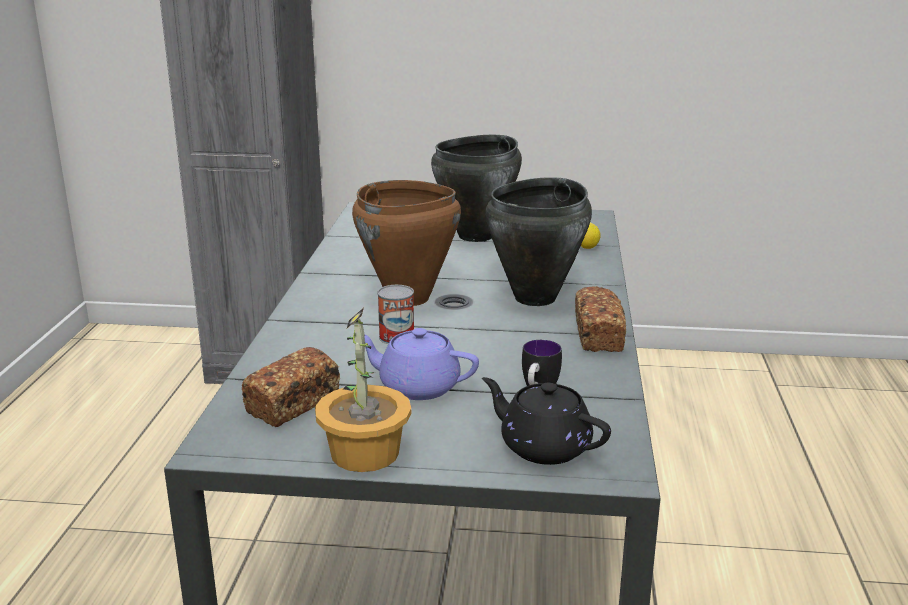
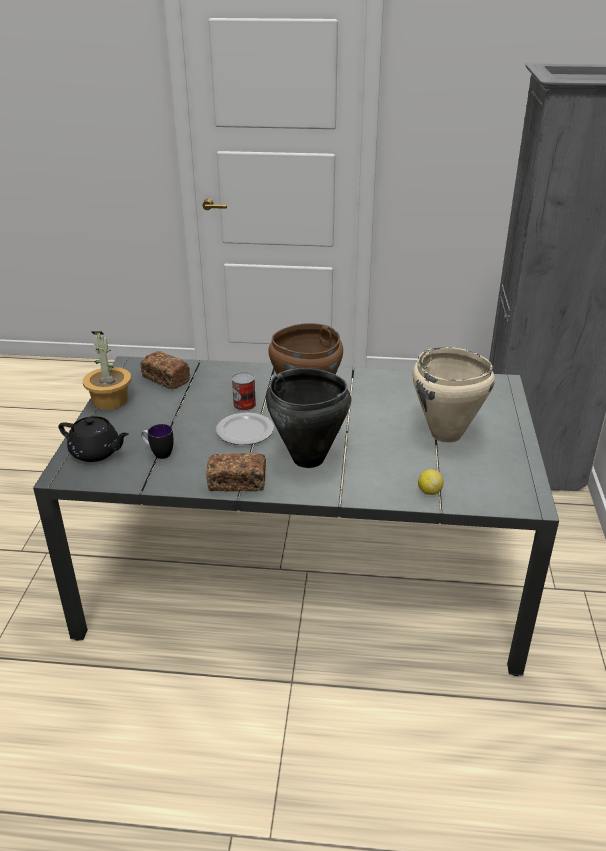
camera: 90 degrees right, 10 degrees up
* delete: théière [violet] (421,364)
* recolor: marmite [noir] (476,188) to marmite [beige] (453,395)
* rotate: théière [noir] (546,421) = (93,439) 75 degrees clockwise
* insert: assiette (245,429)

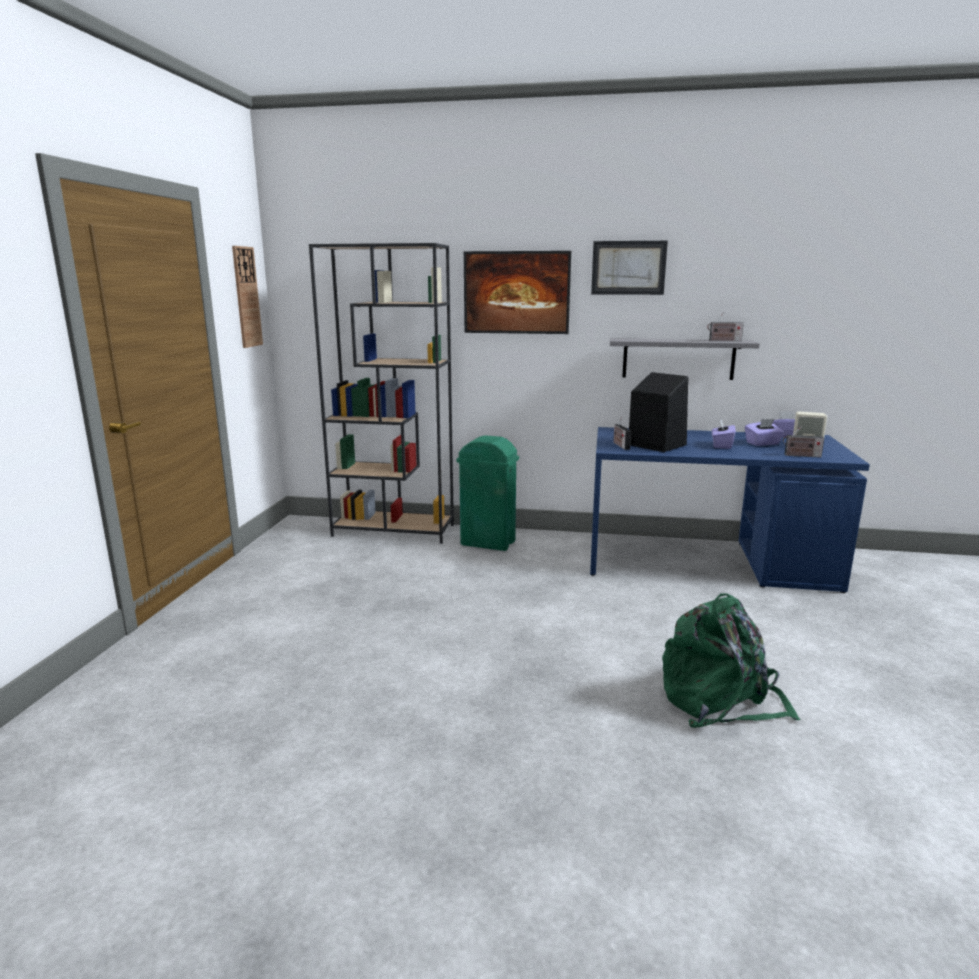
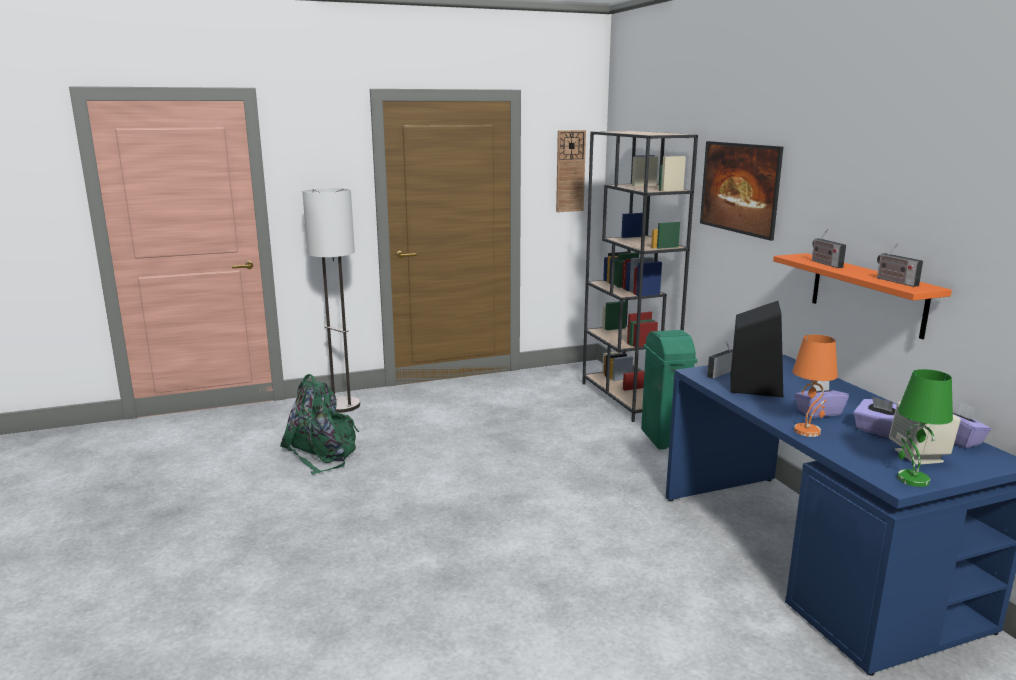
camera: 60 degrees right, 0 degrees up
* delete: tableau (629,268)
* recolor: étagère [gris] (685,359) to étagère [orange] (862,296)
* move: sac à dos [vert] (731,661) to (319,424)
* move: radio (803,442) to (829,248)
* insert: lampadaire (331,300)
* insert: lampe de table [orange] (815,385)
* insert: lampe de table [vert] (925,428)

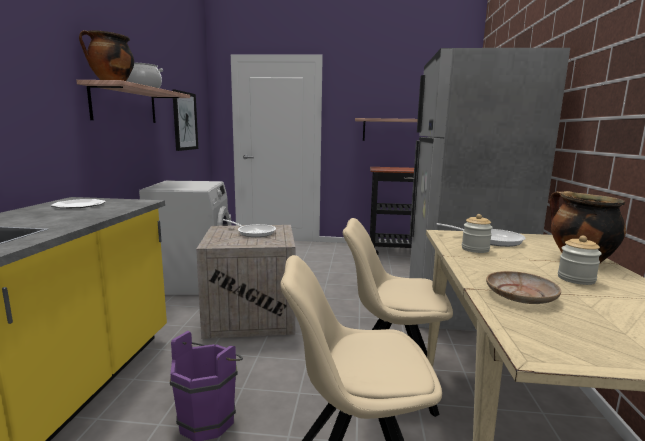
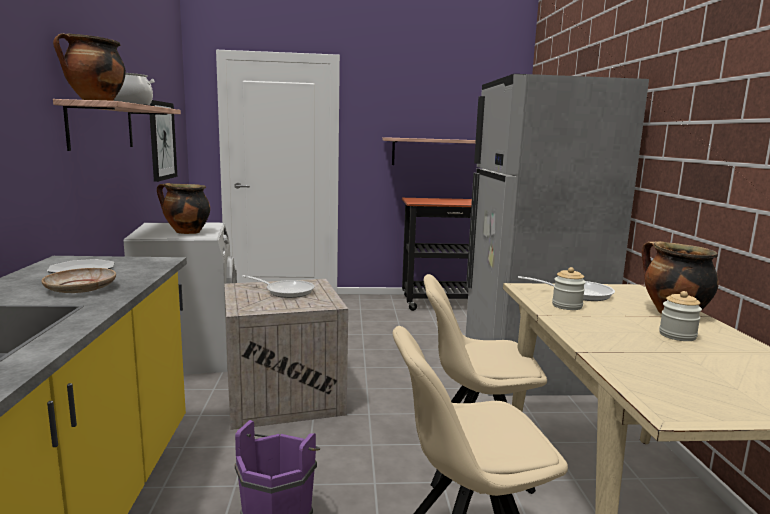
camera: 10 degrees left, 0 degrees up
* move: assiette [beige] (523,287) to (79,280)
* insert: marmite (183,208)

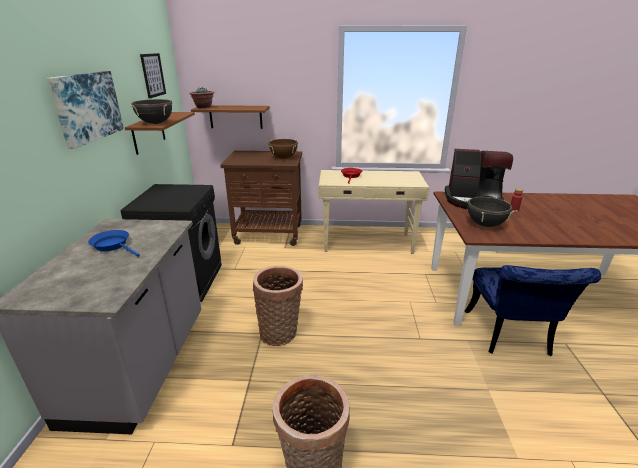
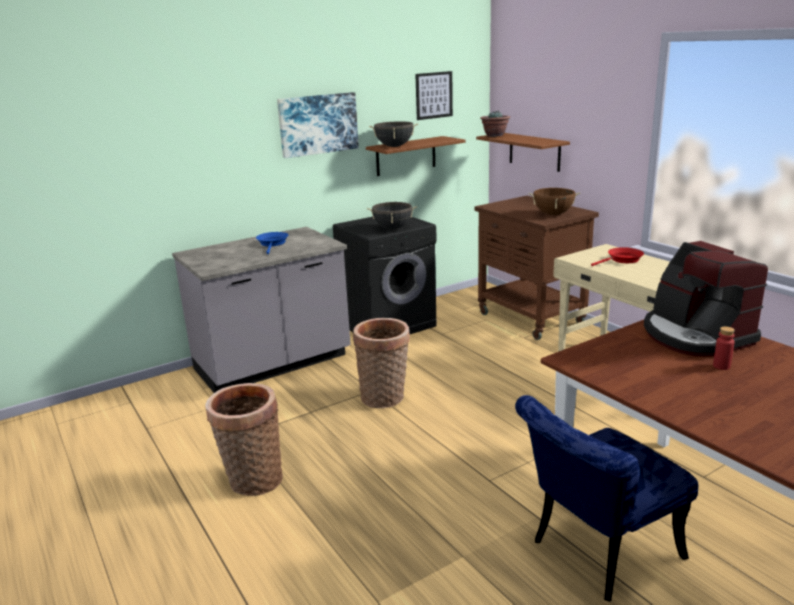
camera: 55 degrees right, 5 degrees down
* move: marmite [noir] (490,212) to (392,215)

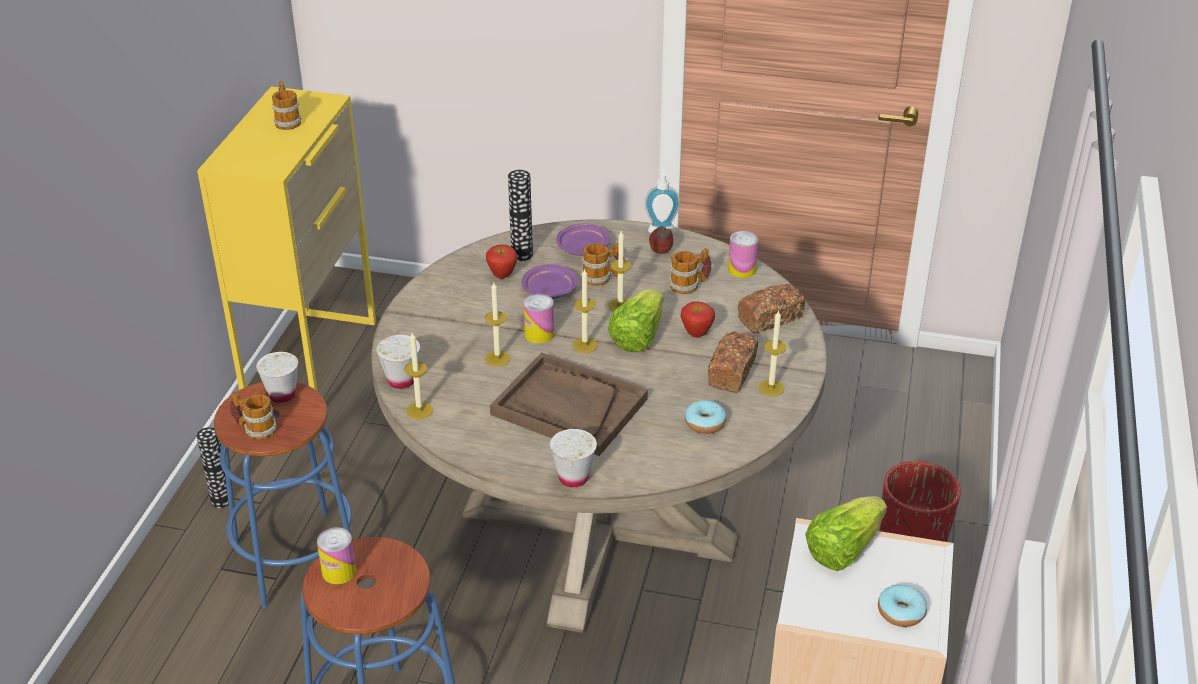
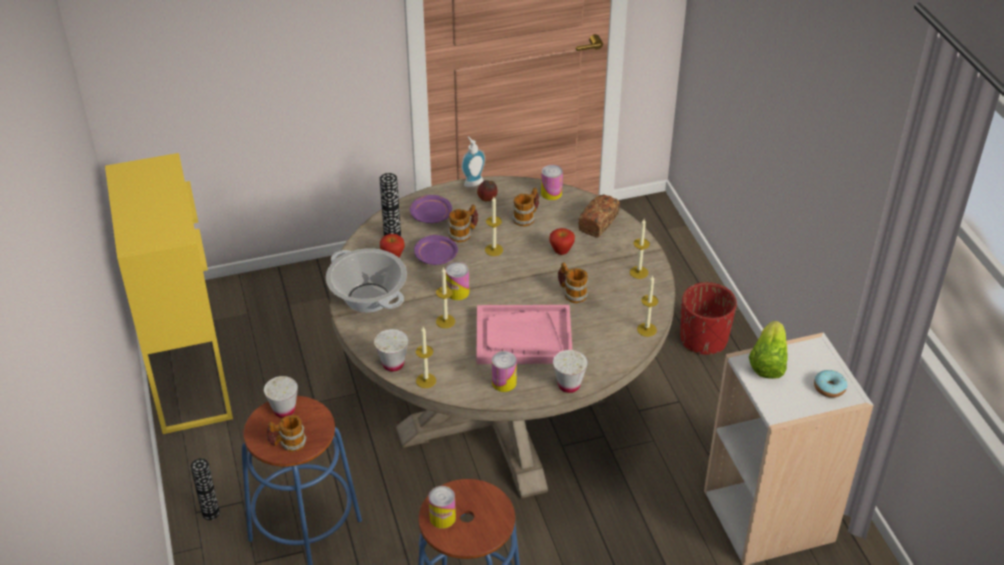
camera: 30 degrees left, 5 degrees up
* move: mug (286,105) to (573,282)
* recolor: plateau [marron] (569,404) to plateau [rose] (524,334)
* move: bougie (585,310) to (647,306)
* delete: laitue (636,320)
* delete: beignet (705,417)
* delete: pain (732,362)
* insert: marmite (366,280)
* insert: boîte métallique (504,371)

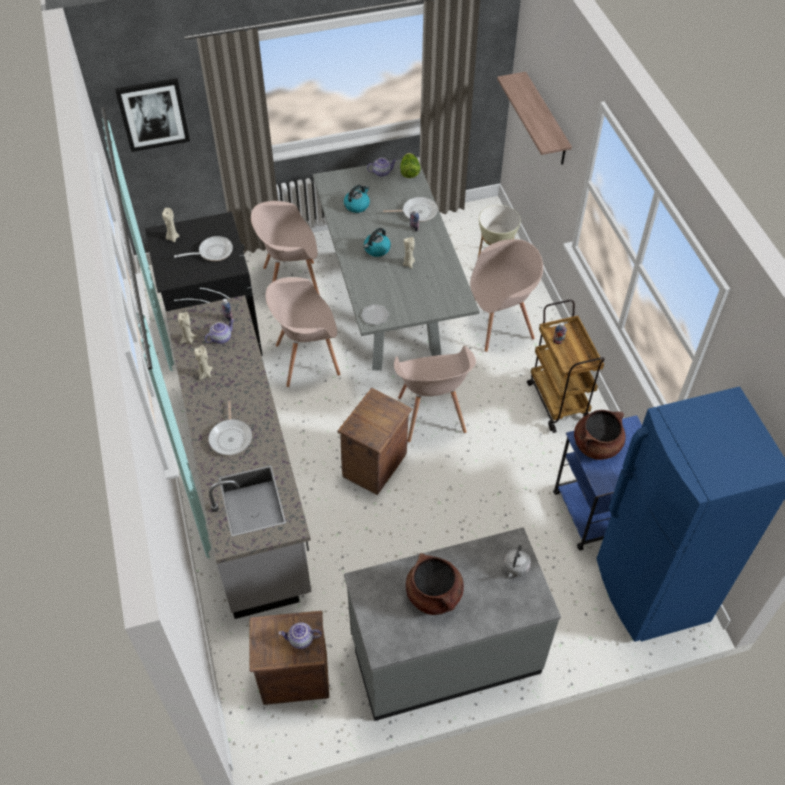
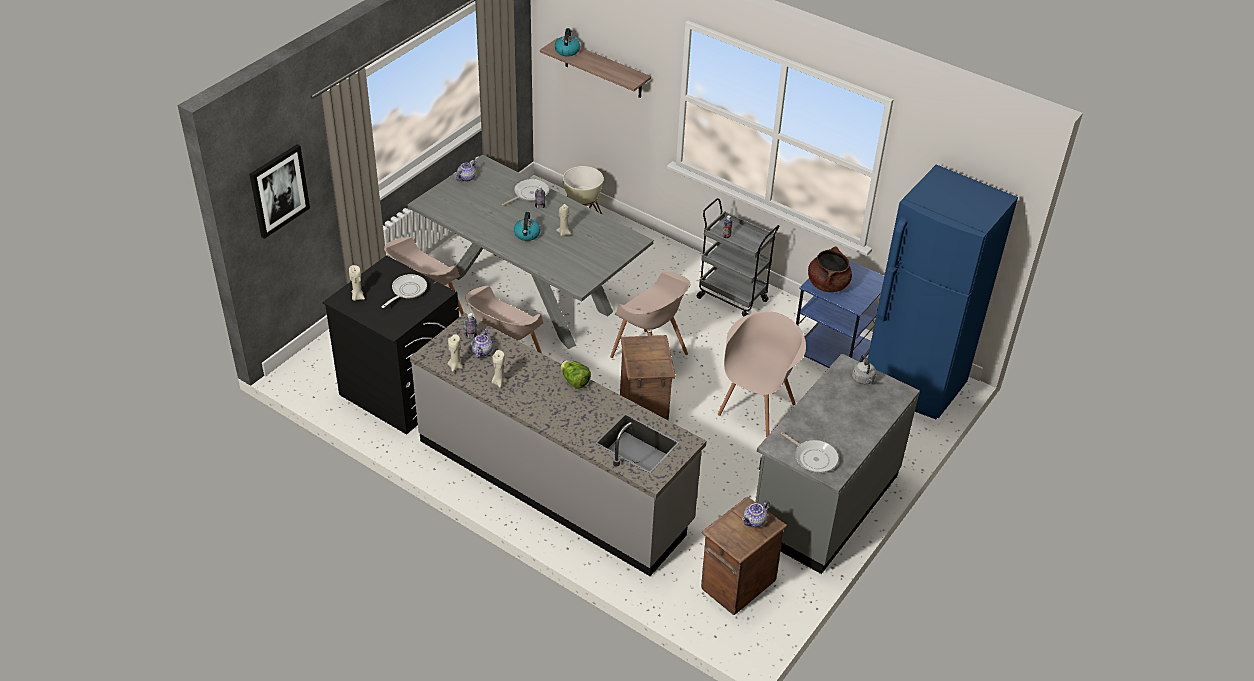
camera: 40 degrees left, 10 degrees down
* move: poêle (230,428) to (809,452)
* move: bouilloire (357,199) to (567,42)
* delete: assiette (375,314)
* move: laitue (410,165) to (576,374)
* delete: marmite [marron] (435,584)
* move: chaise [beige] (506,295) to (762,374)
* recolor: chariot [marron] (566,366) to chariot [gris] (738,257)

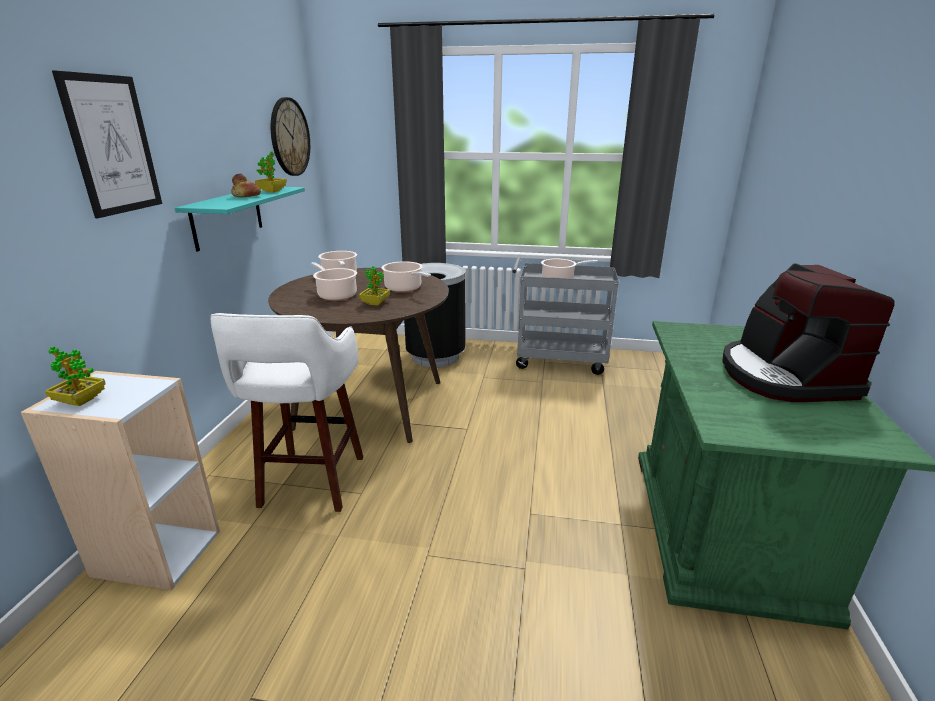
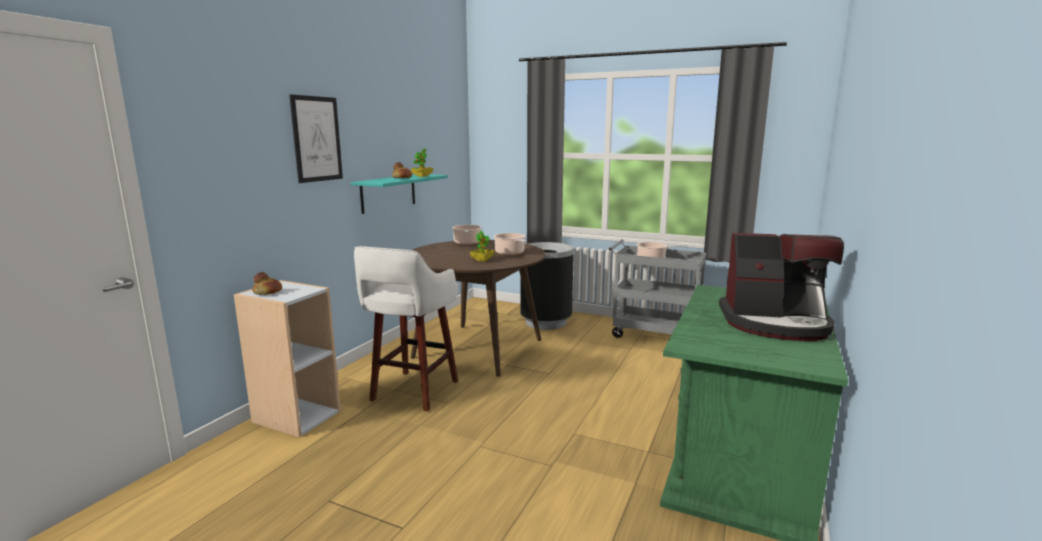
camera: 15 degrees right, 10 degrees down
* replace: plante en pot (75,376) to pain (267,283)
* delete: horloge murale (290,136)
* delete: marmite (334,281)
* rotate: machine à café (808,332) = (781,287) 90 degrees counterclockwise

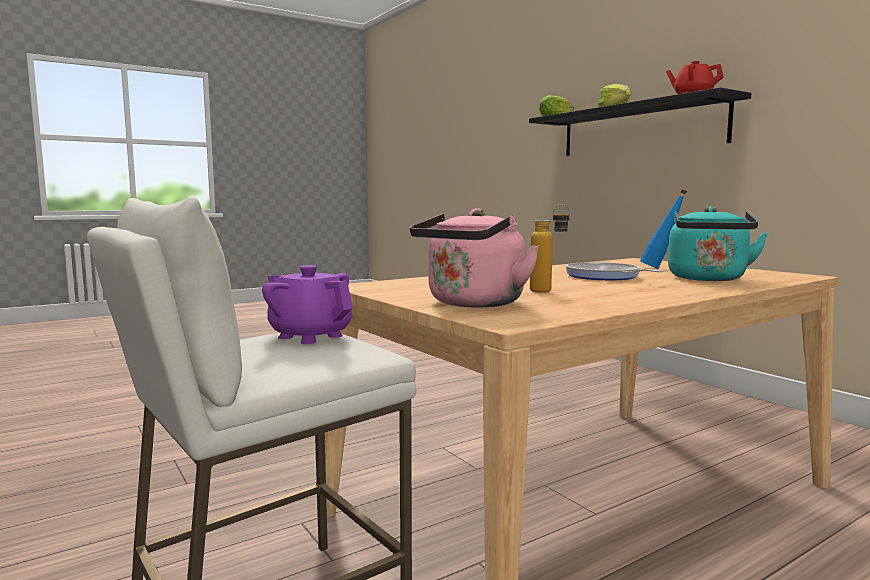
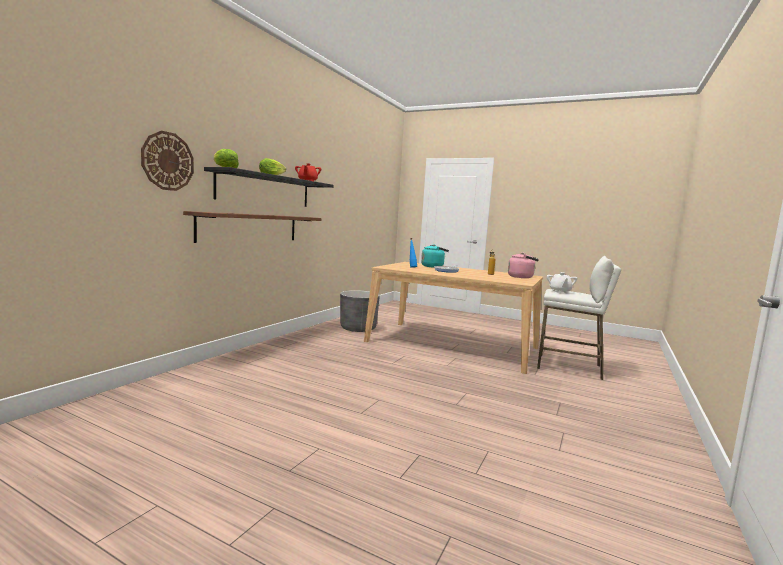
camera: 120 degrees left, 0 degrees up
* recolor: théière [violet] (307,304) to théière [blanc] (562,282)
* insert: horloge murale (167,161)
* insert: étagère [marron] (252,227)
* insert: cache-pot [gris] (360,311)

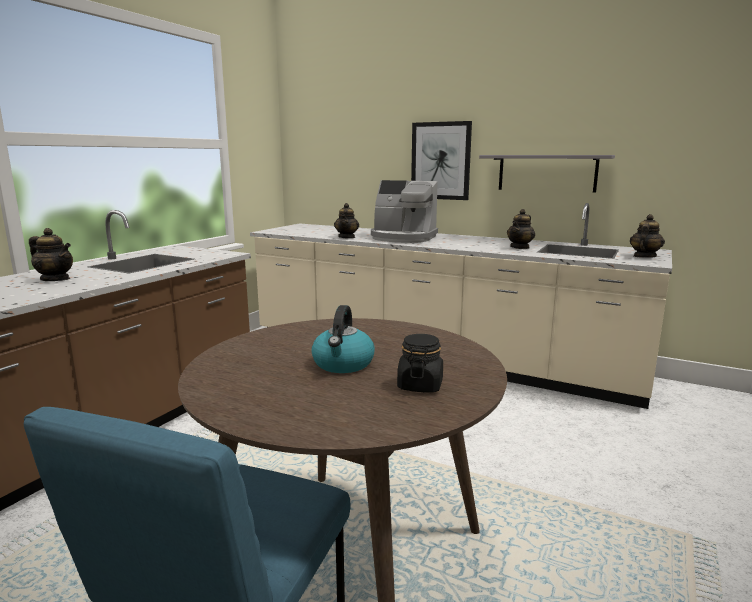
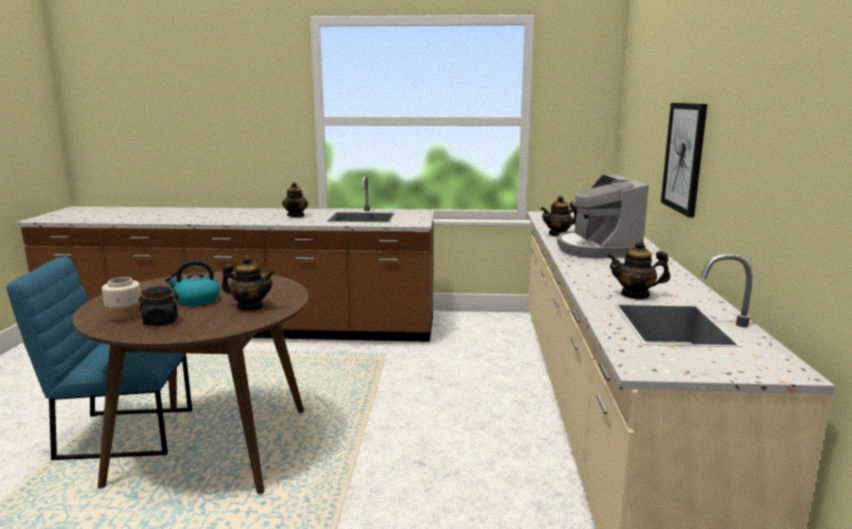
camera: 65 degrees right, 0 degrees up
* delete: étagère [gris] (547,173)
* move: théière (647,236) to (248,283)
* insert: bocal (122,299)

